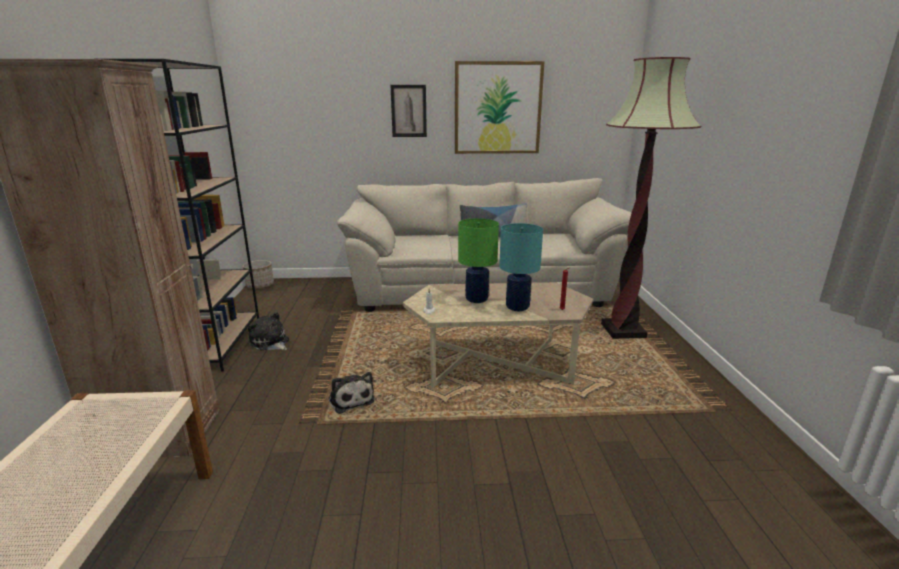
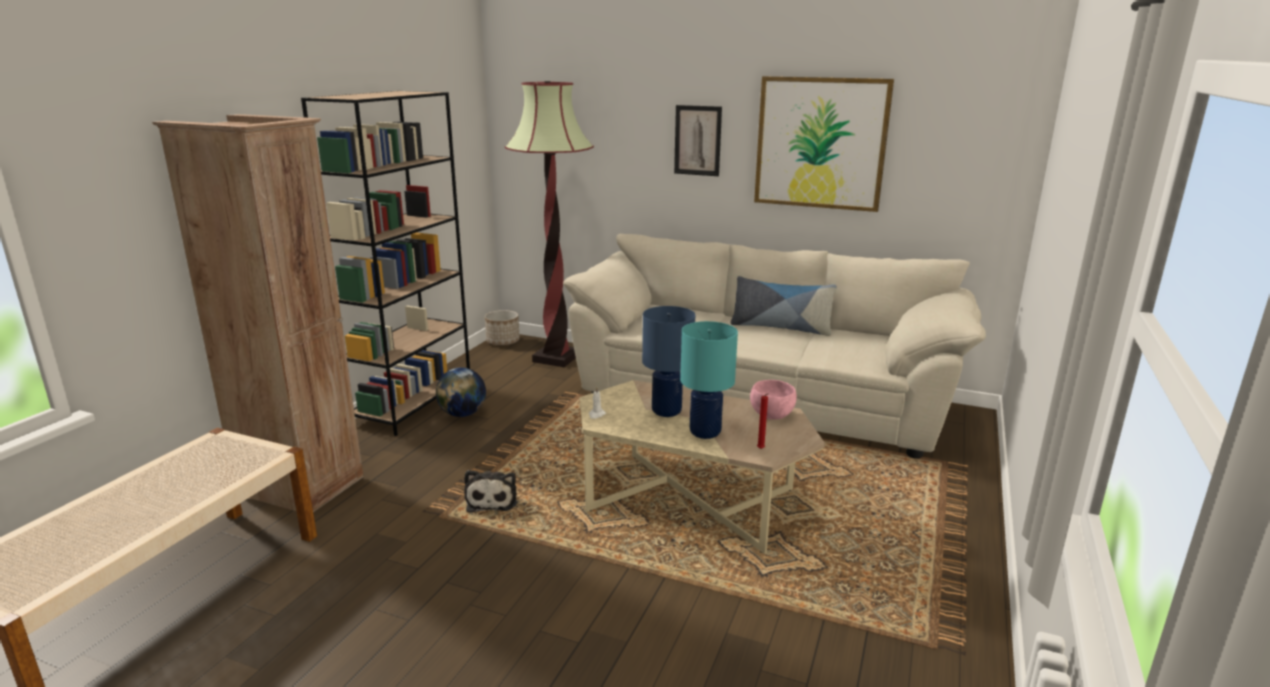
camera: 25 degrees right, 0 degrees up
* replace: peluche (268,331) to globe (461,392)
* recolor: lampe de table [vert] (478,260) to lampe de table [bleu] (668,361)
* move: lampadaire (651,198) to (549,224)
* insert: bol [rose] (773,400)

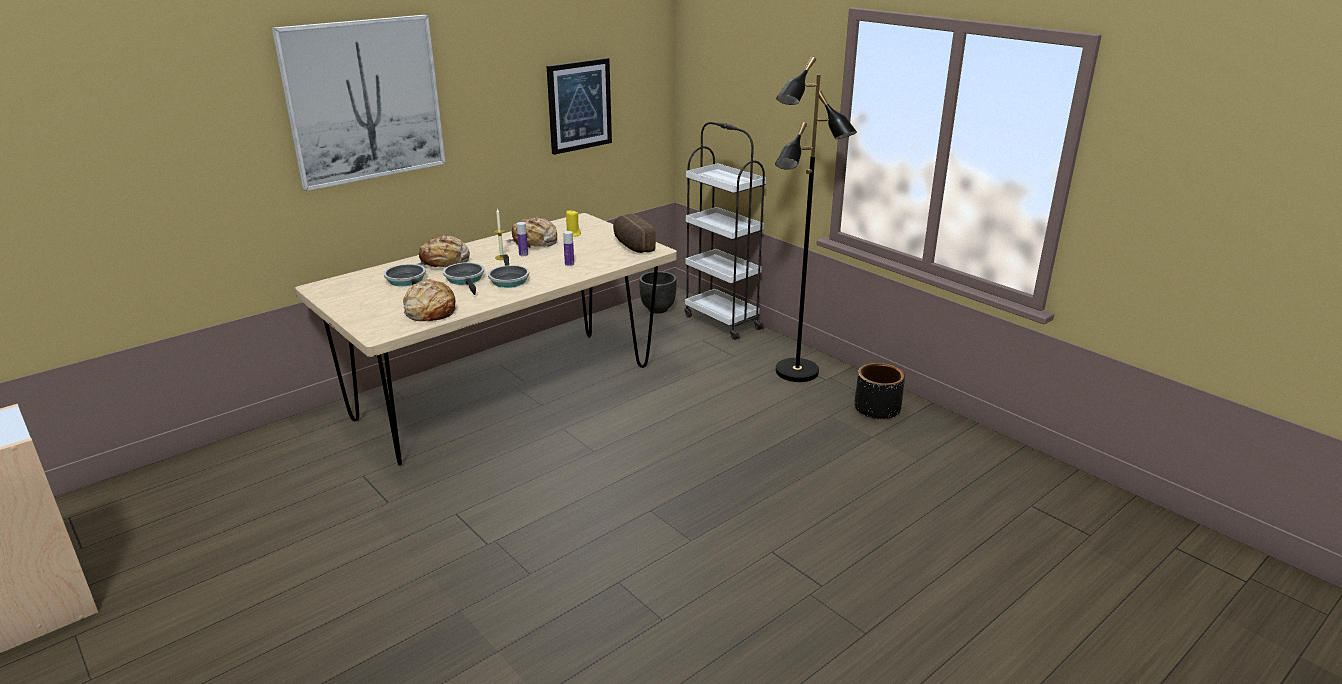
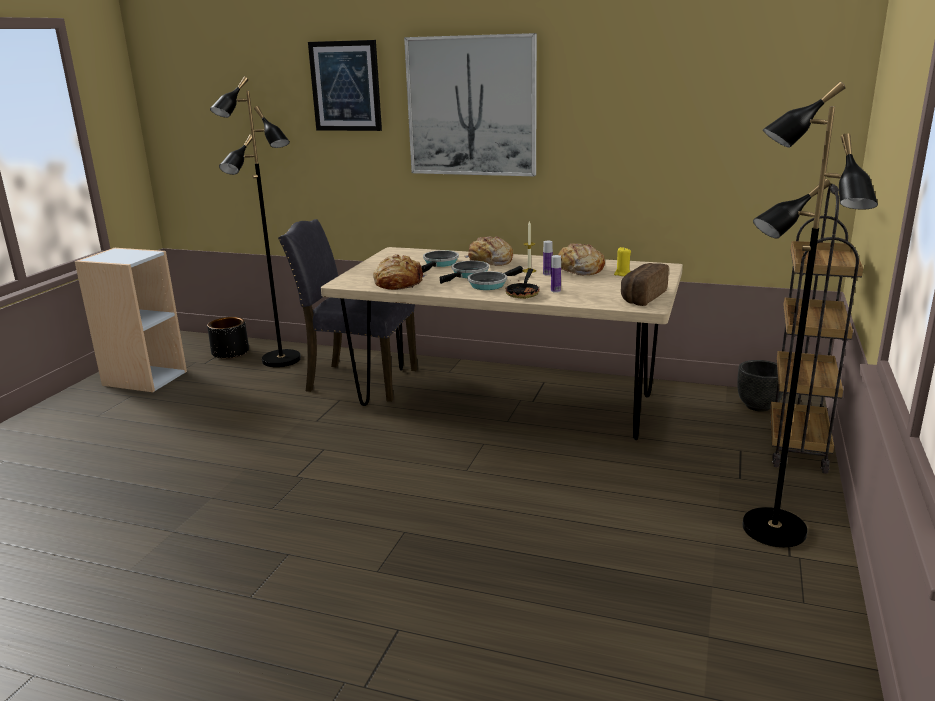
camera: 60 degrees right, 5 degrees down
* move: tableau (579,106) to (345,85)
* recolor: chariot [blanc] (725,231) to chariot [marron] (816,329)
* move: cache-pot [noir] (879,391) to (228,338)
* insert: lampadaire [noir] (255,221)
* insert: chaise [gris] (347,310)
* insert: poêle (522,284)

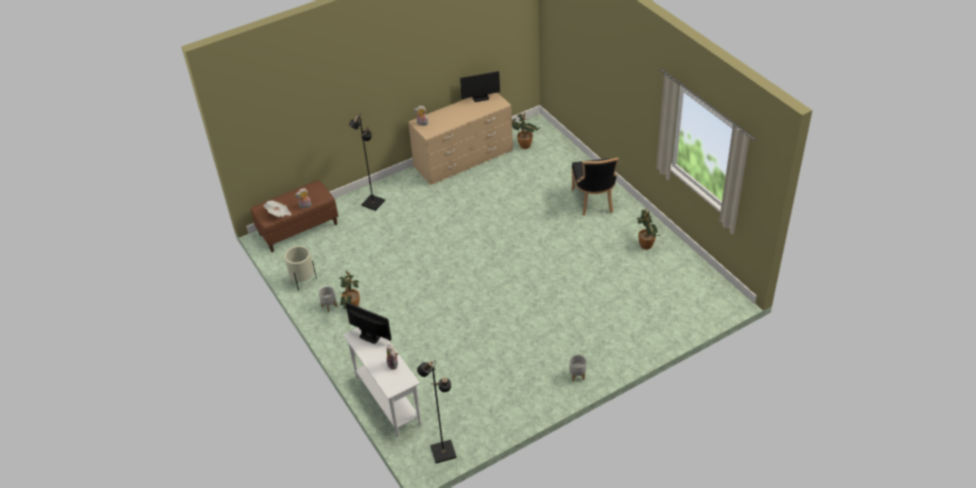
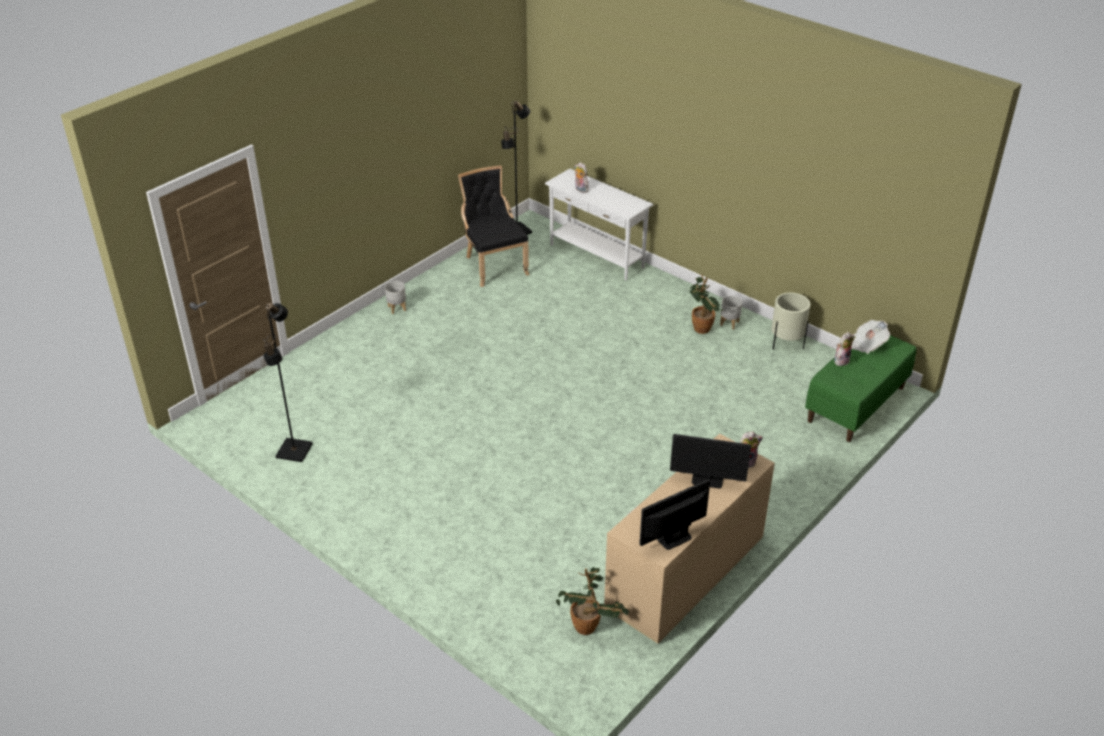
camera: 160 degrees right, 5 degrees down
* recolor: banc [marron] (294,216) to banc [vert] (860,388)
* move: écran d'ordinateur (369,323) to (710,461)
* move: lampadaire [noir] (367,161) to (288,382)
* move: chaise [noir] (594,187) to (493,226)
* delete: plante en pot (648,228)

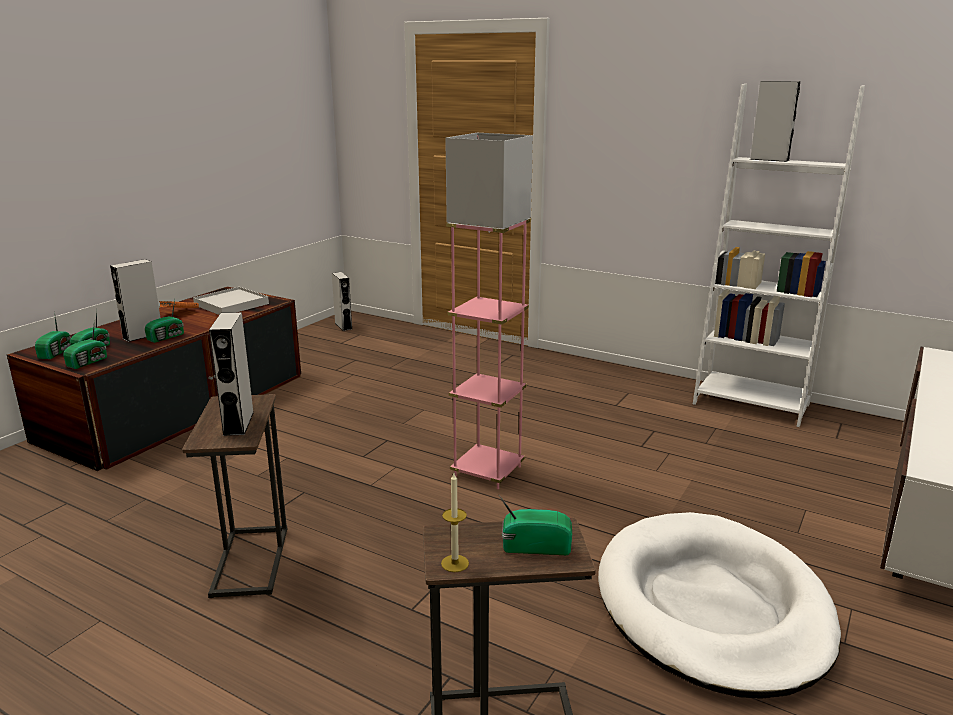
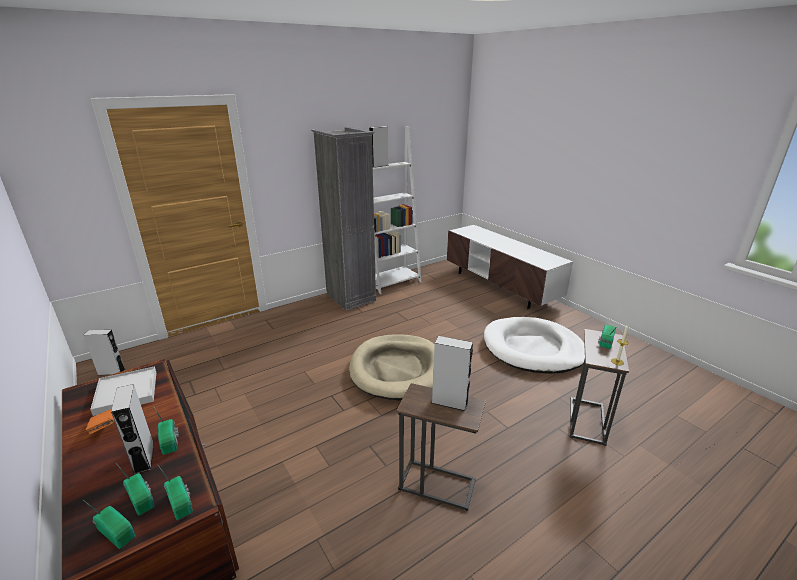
camera: 65 degrees left, 5 degrees up
* replace: lampadaire [rose] (489,311) to panier pour chien [beige] (392,367)
* insert: meuble de rangement [gris] (343,218)

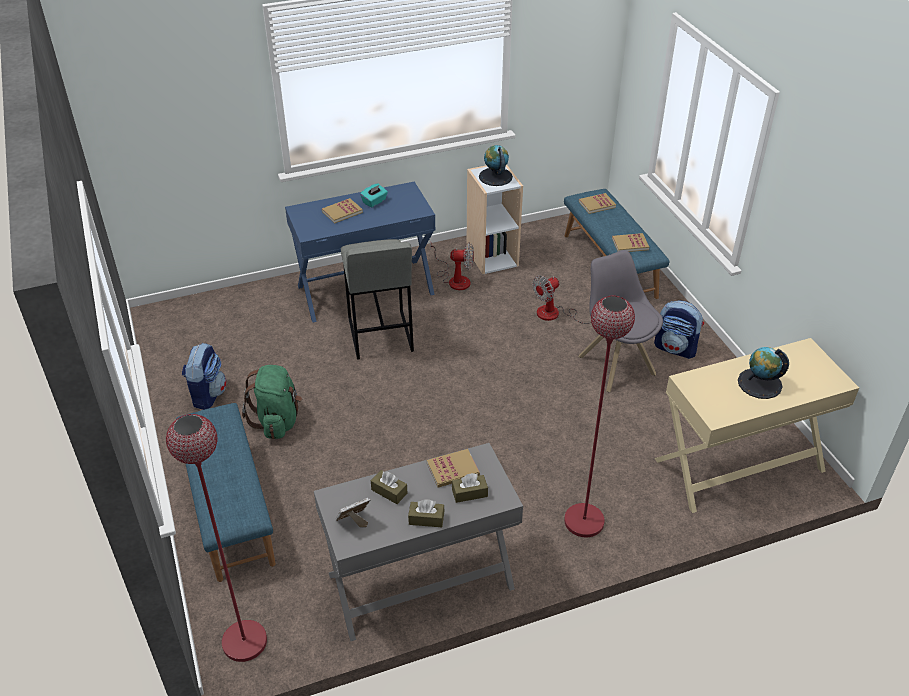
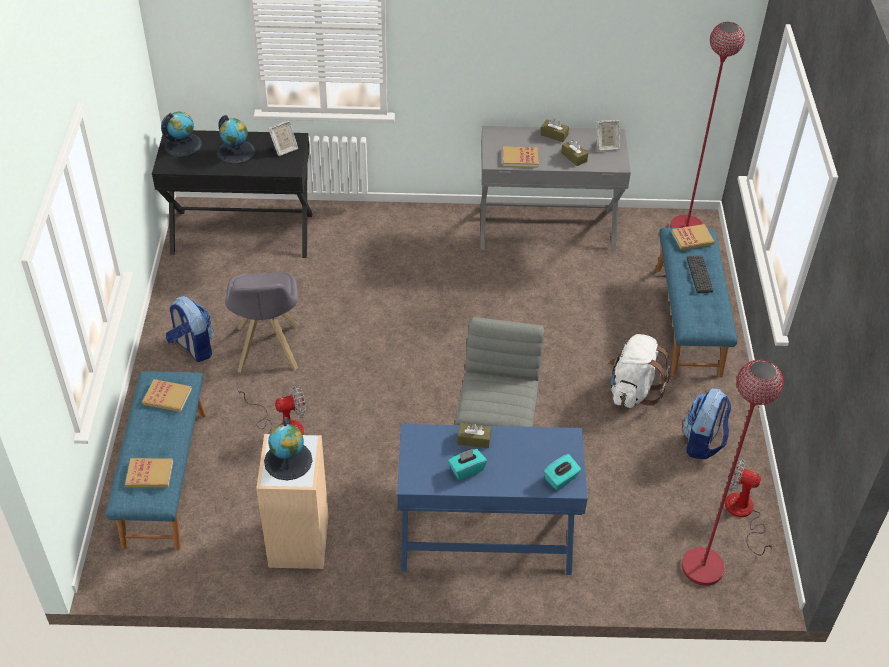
camera: 160 degrees left, 5 degrees up
* recolor: sac à dos [vert] (272,402) to sac à dos [blanc] (639,371)
* move: livre (342,211) to (693,237)
* move: ventilateur (452,266) to (750,506)
* move: boîte à mouchoirs [marron] (470,488) to (474,435)
* move: lampadaire [rouge] (599,416) to (733,473)
* recolor: bureau [beige] (757,425) to bureau [noir] (232,194)
* insert: globe (181,134)
* insert: cadre photo (283,138)
* insert: boîte à mouchoirs [turquoise] (562,472)
* insert: clavier (700,274)

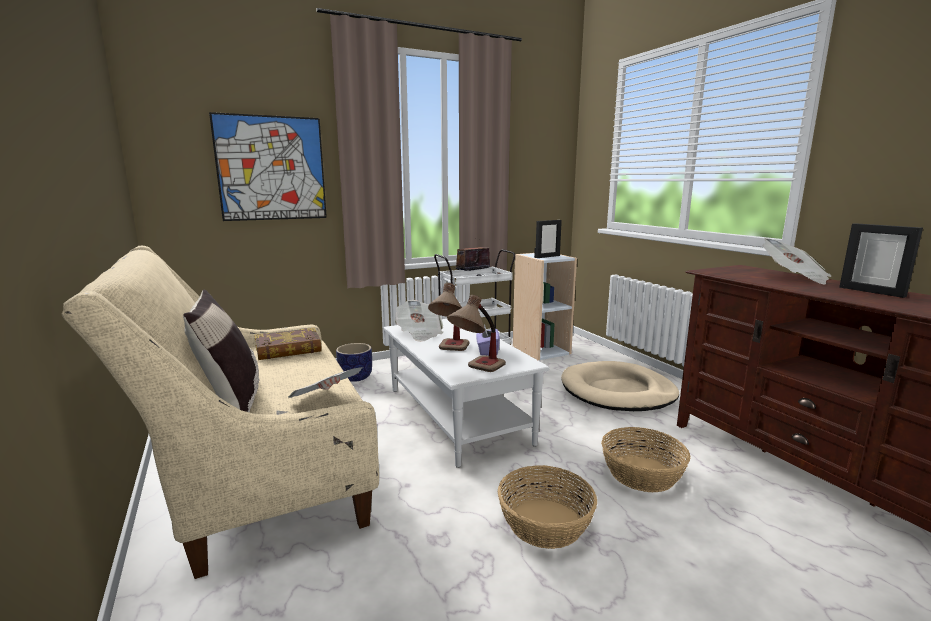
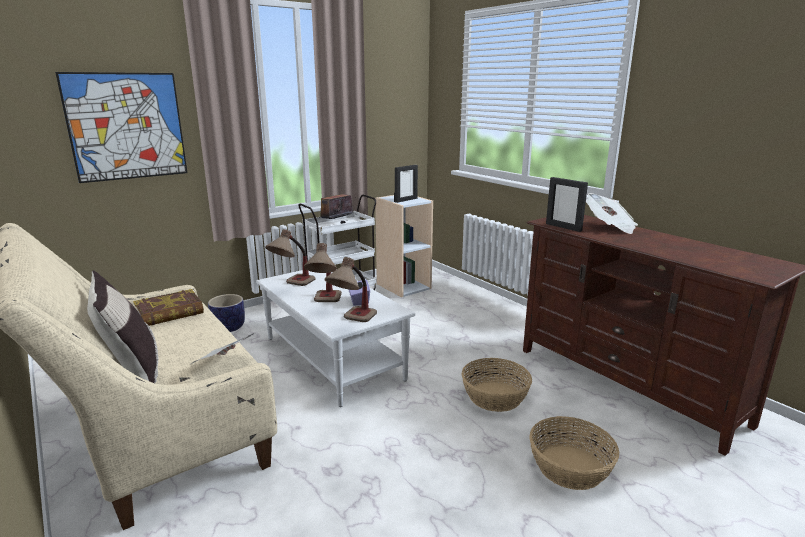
camera: 10 degrees left, 5 degrees up
* replace: journal (419,321) to lampe de table (290,257)
* move: panier (547,507) to (574,453)
* delete: panier pour chien [beige] (620,386)
* move: cadre photo (881,260) to (567,204)

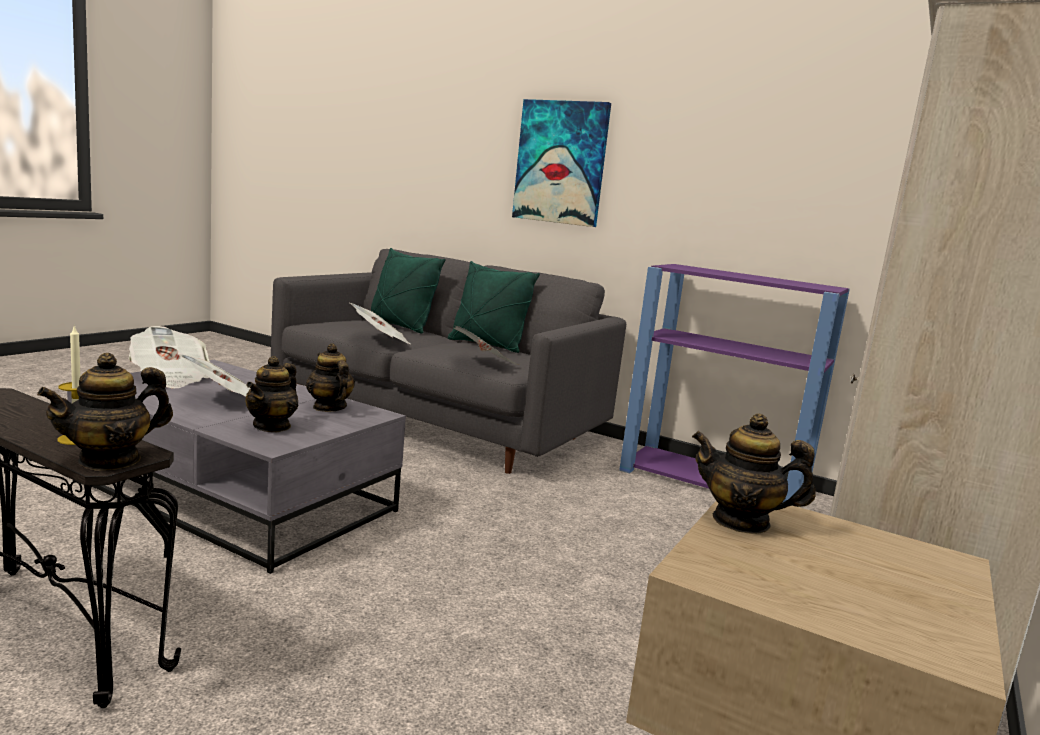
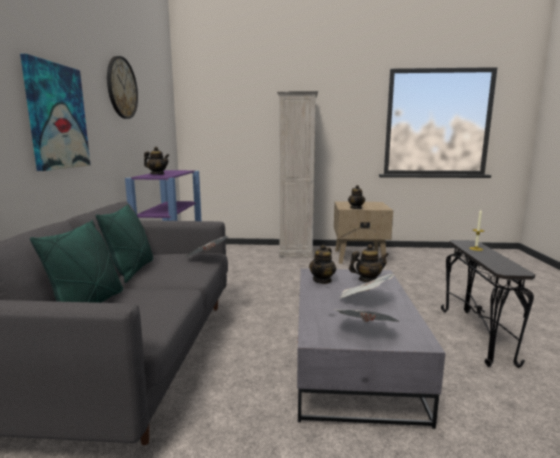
camera: 115 degrees left, 0 degrees up
* move: théière (105,412) to (156,160)
* delete: journal (380,323)
* insert: horloge murale (122,87)

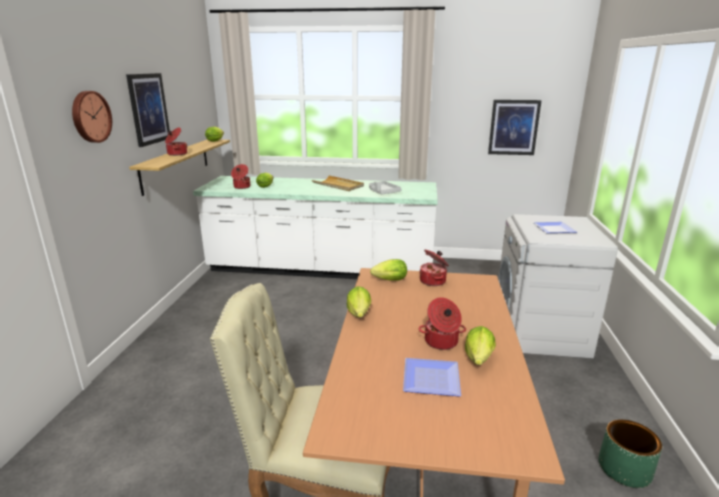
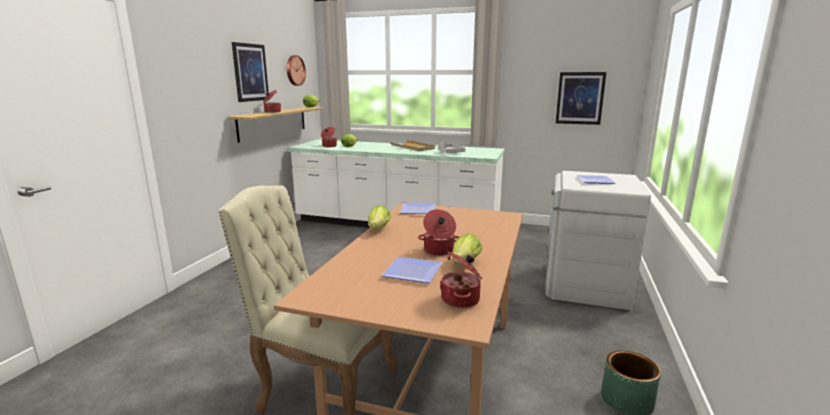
camera: 10 degrees right, 5 degrees down
* move: horloge murale (92,117) to (296,70)
* replace: laitue (388,270) to assiette (418,208)
* move: marmite (434,267) to (461,279)

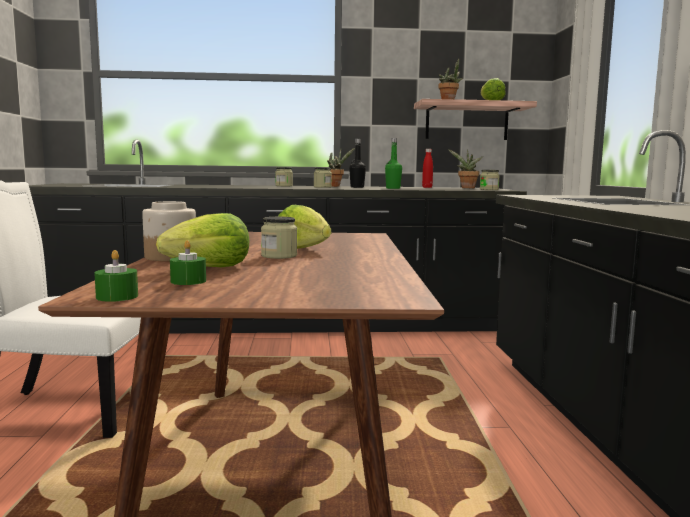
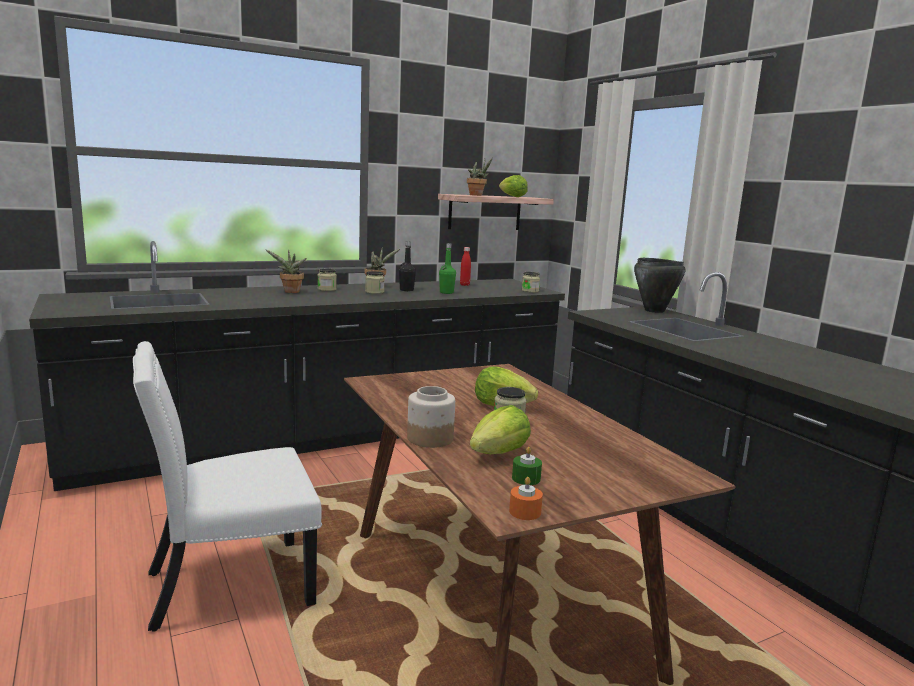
camera: 25 degrees left, 5 degrees up
* recolor: bougie [vert] (116,276) to bougie [orange] (526,498)
* move: plante en pot (465,168) to (286,271)
* insert: marmite [noir] (659,285)

